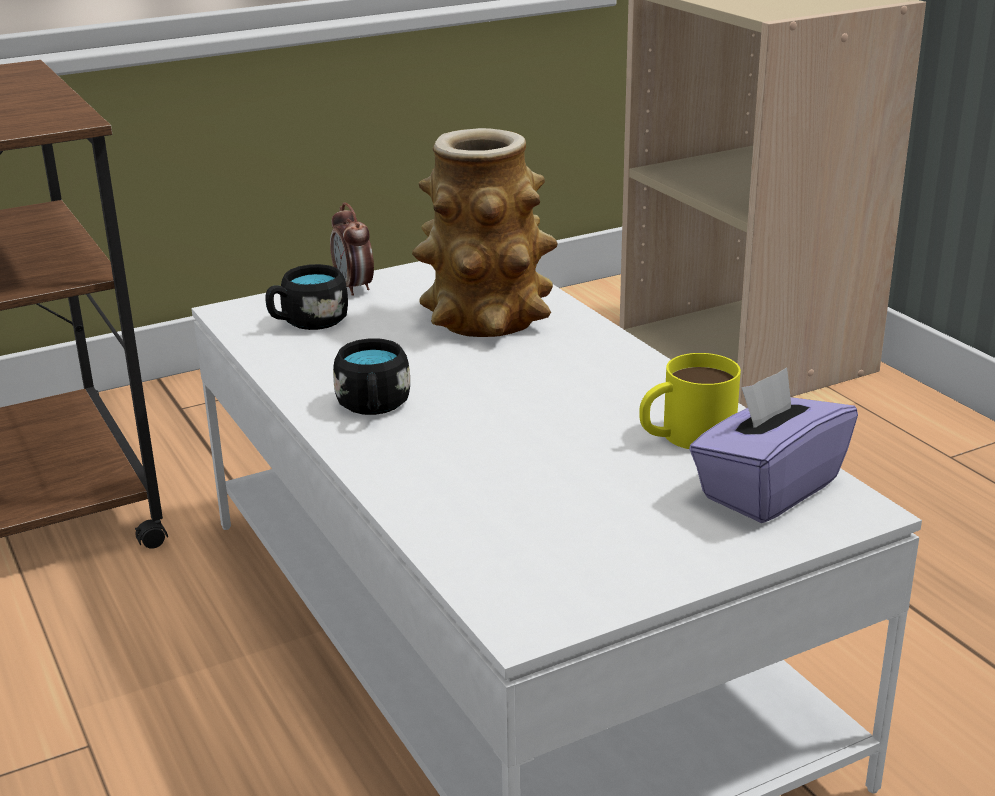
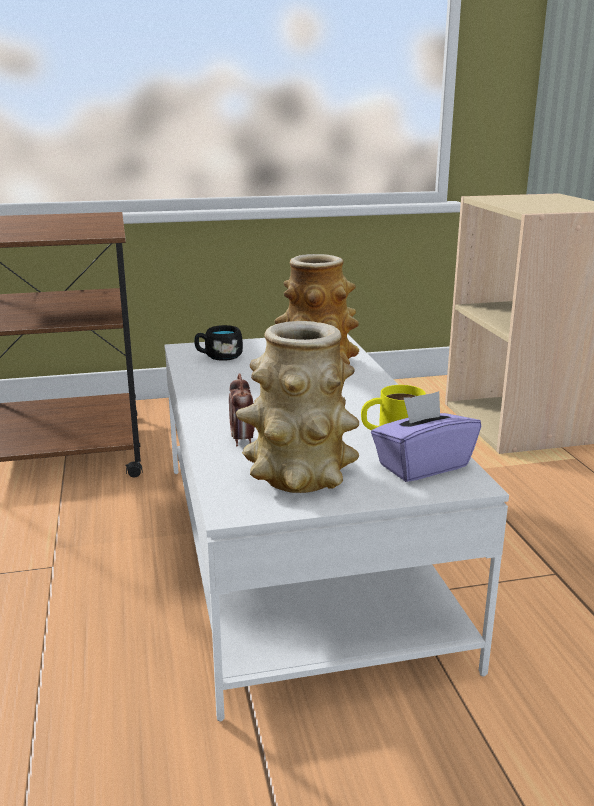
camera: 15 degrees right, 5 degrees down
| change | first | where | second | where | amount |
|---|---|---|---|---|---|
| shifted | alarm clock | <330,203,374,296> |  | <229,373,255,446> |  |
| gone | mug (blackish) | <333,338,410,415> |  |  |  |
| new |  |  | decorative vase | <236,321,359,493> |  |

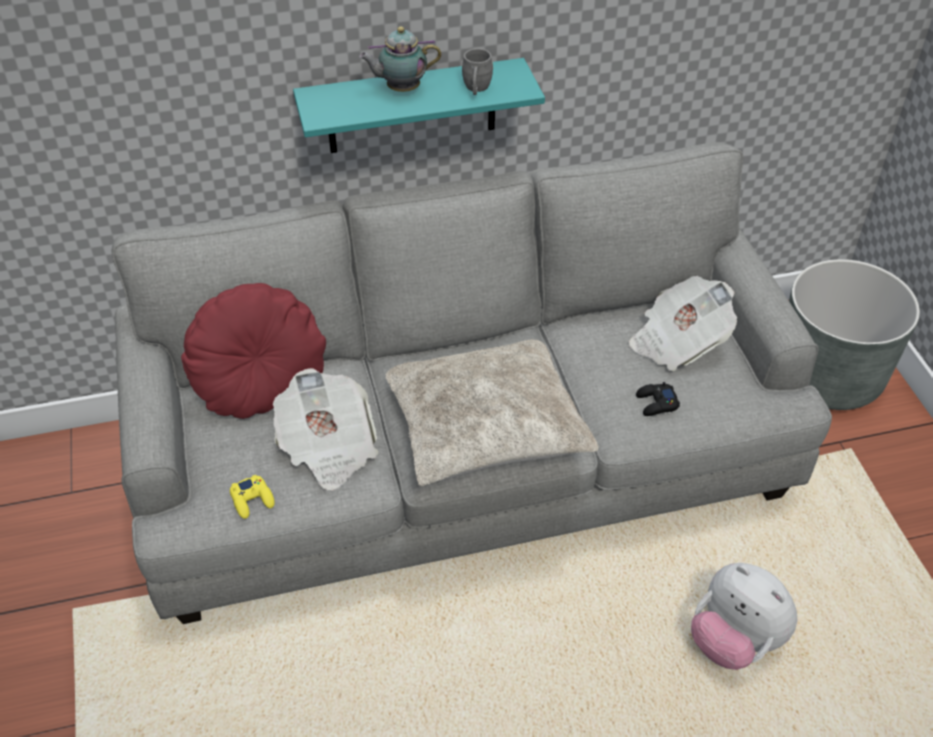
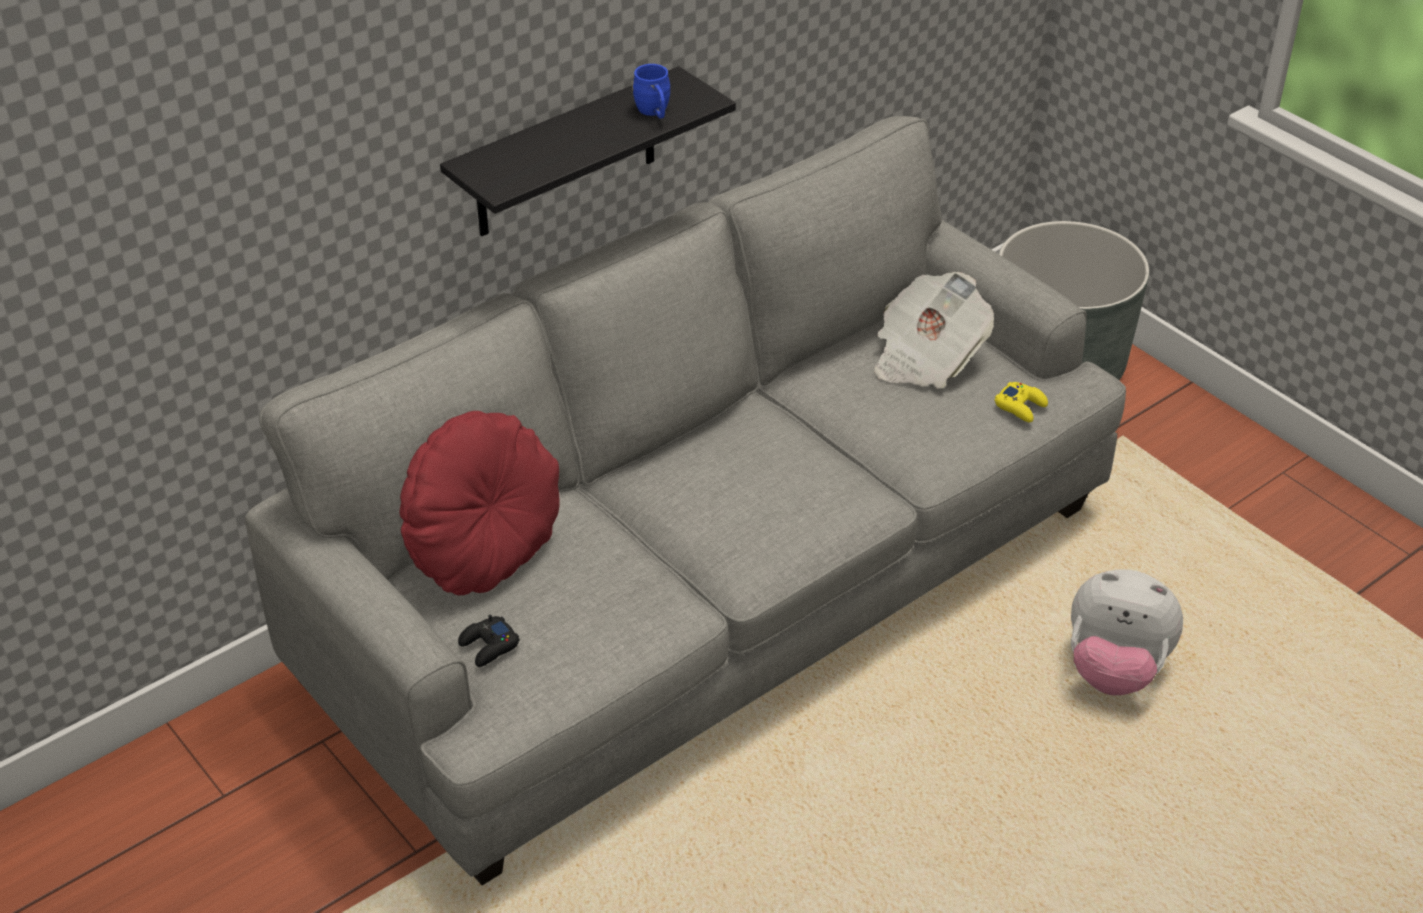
camera: 25 degrees left, 5 degrees down
| change | first | where | second | where | amount |
|---|---|---|---|---|---|
| shifted | joypad (yellow-coloured) | <230,475,275,519> |  | <994,382,1048,422> |  |
| gone | daily paper | <273,368,378,490> |  |  |  |
| repainted | wall shelf (turquoise) | <293,58,545,153> | wall shelf (blackish) | <440,66,736,236> |  |
| gone | tea pot | <359,26,441,92> |  |  |  |
| gone | cushion (beige) | <386,339,599,486> |  |  |  |
| repainted | mug (grey) | <462,48,493,95> | mug (blue-coloured) | <632,64,670,119> |  |
| shifted | joypad (blackish) | <636,382,680,416> |  | <458,615,520,667> |  |

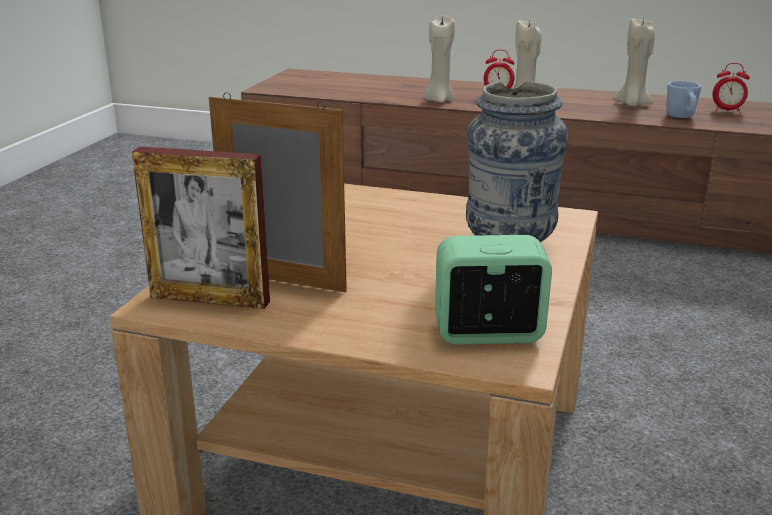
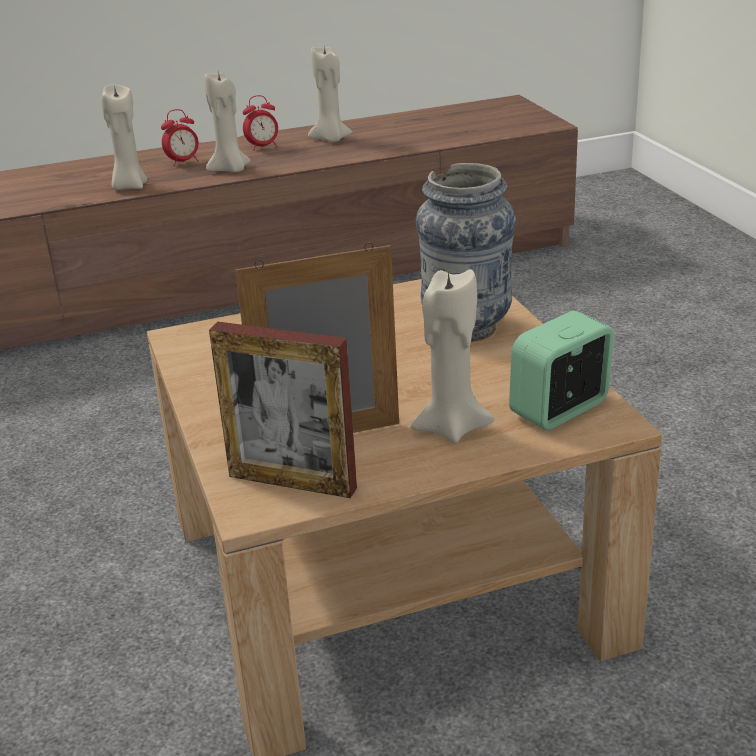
camera: 35 degrees left, 5 degrees up
| change | first | where | second | where | amount |
|---|---|---|---|---|---|
| rotated | standing frame | <132,147,270,309> |  | <209,322,357,498> | 45 degrees clockwise |
| gone | mug (blue-coloured) | <667,81,701,118> |  |  |  |
| shifted | alarm clock | <712,63,750,113> |  | <243,95,278,151> |  |
| new |  |  | wax candle (beige) | <411,269,494,443> |  |

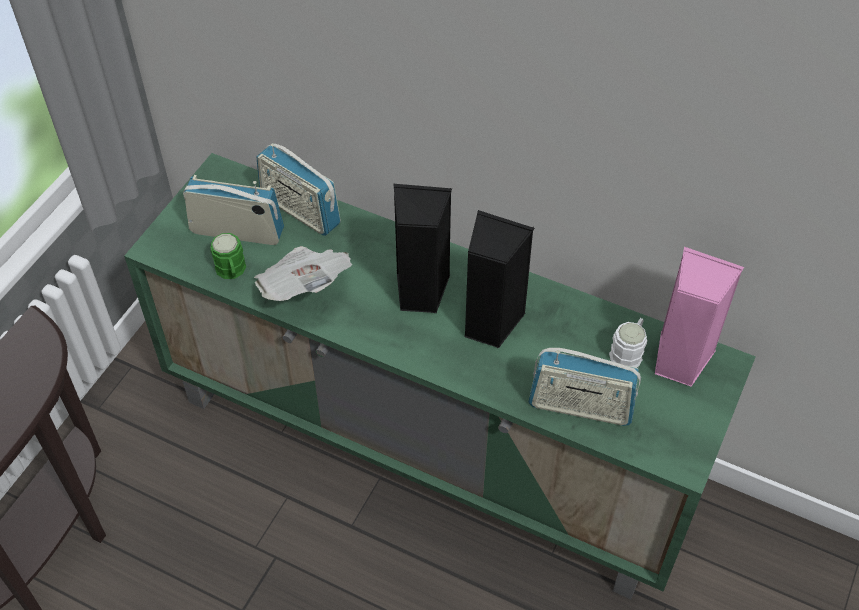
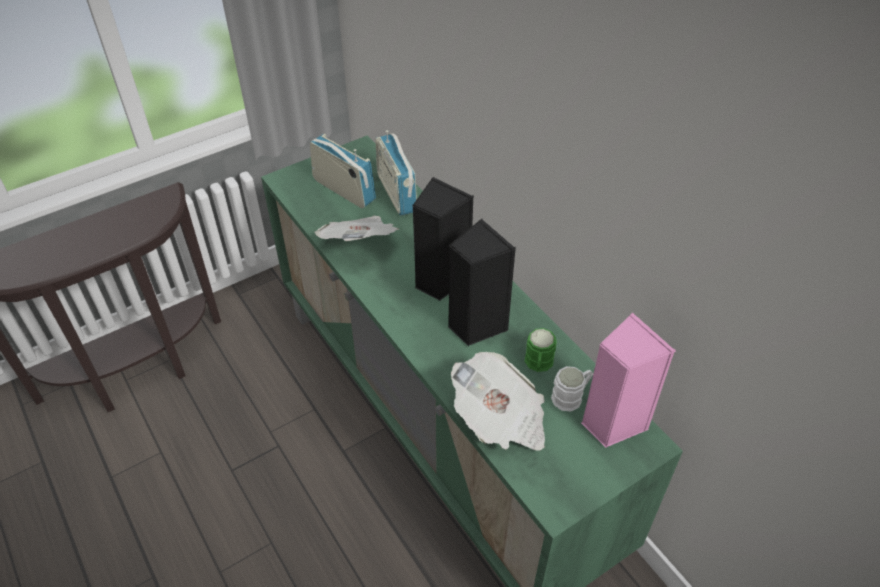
camera: 30 degrees right, 5 degrees down
| change | first | where | second | where | amount |
|---|---|---|---|---|---|
| shifted | mug (green-coloured) | <210,233,246,279> |  | <524,328,557,372> |  |
| swapped | radio set | <528,348,641,426> | daily paper | <451,352,545,451> |  |

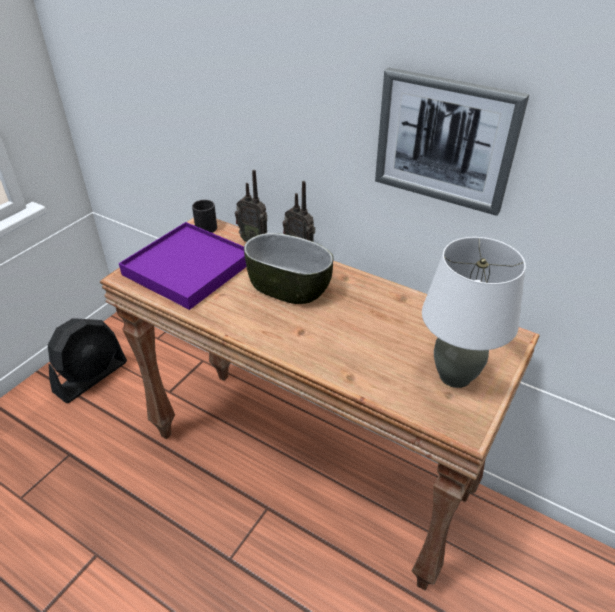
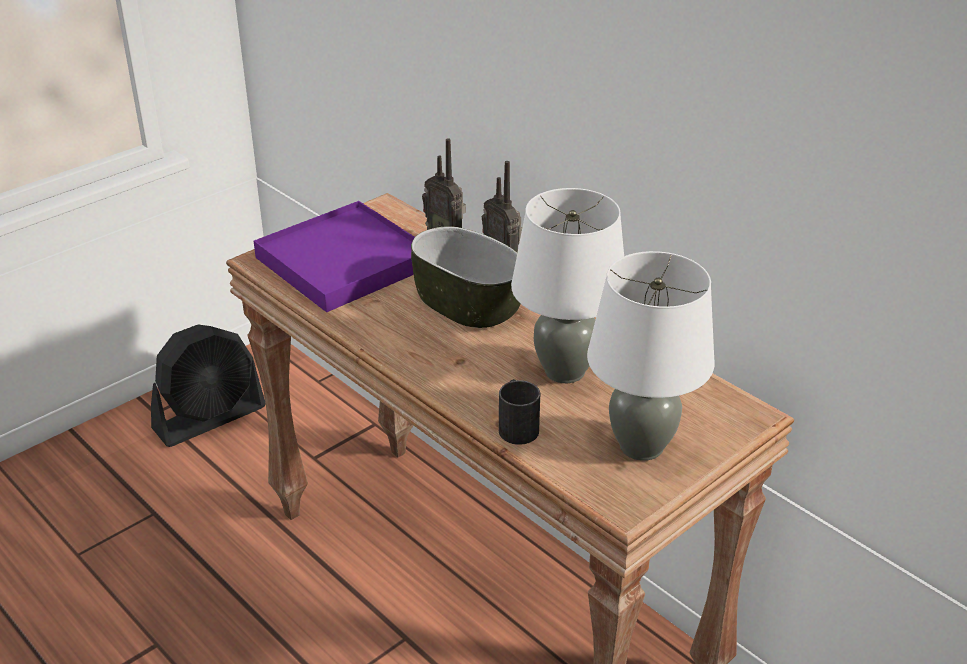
camera: 15 degrees right, 5 degrees down
| change | first | where | second | where | amount |
|---|---|---|---|---|---|
| shifted | mug (blackish) | <192,200,217,233> |  | <499,379,540,445> |  |
| gone | wall picture | <375,67,529,216> |  |  |  |
| new |  |  | lamp for a table (whitish) | <511,188,624,383> |  |

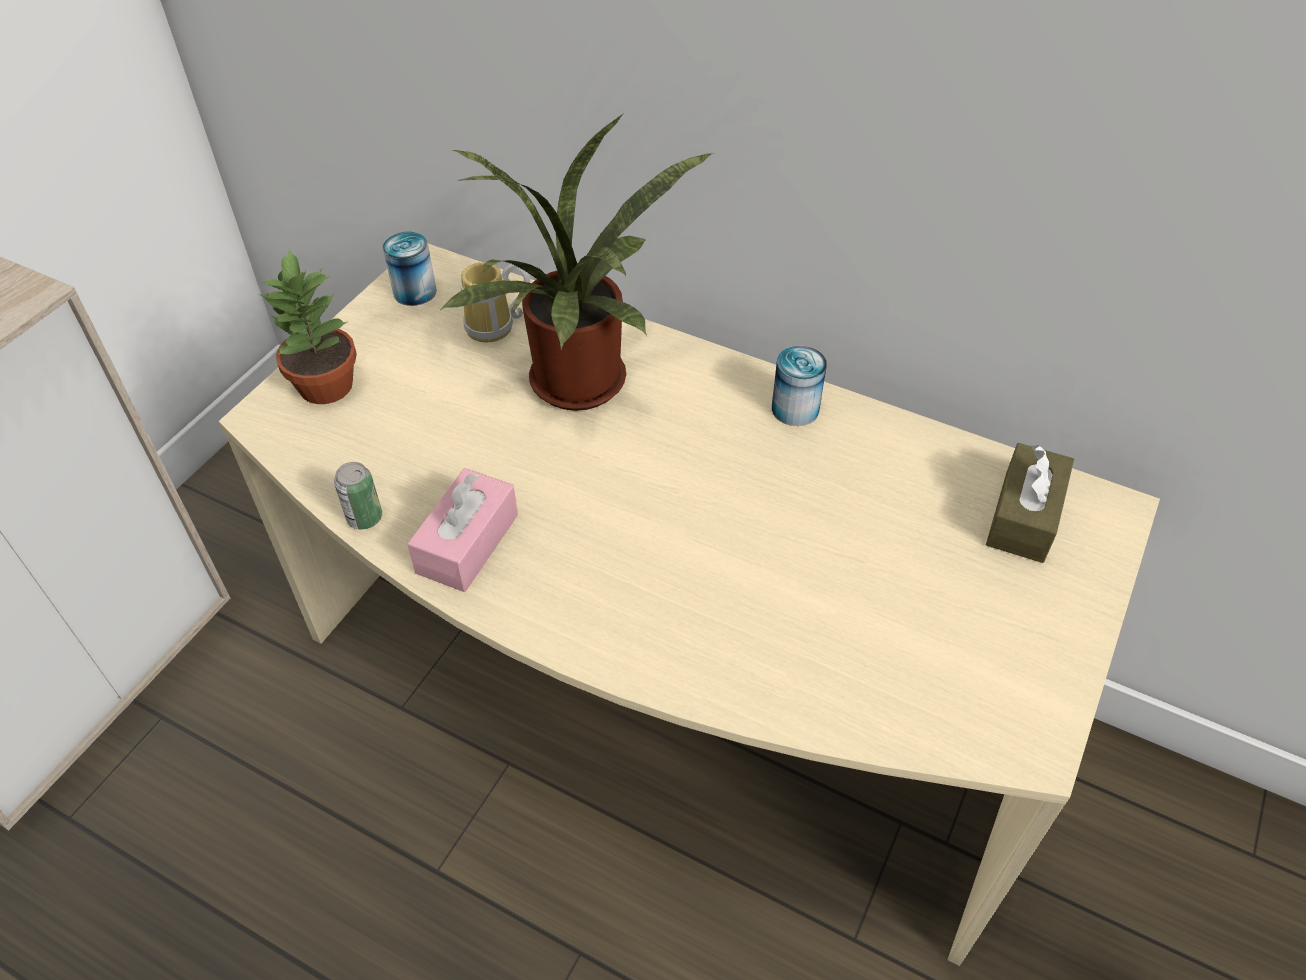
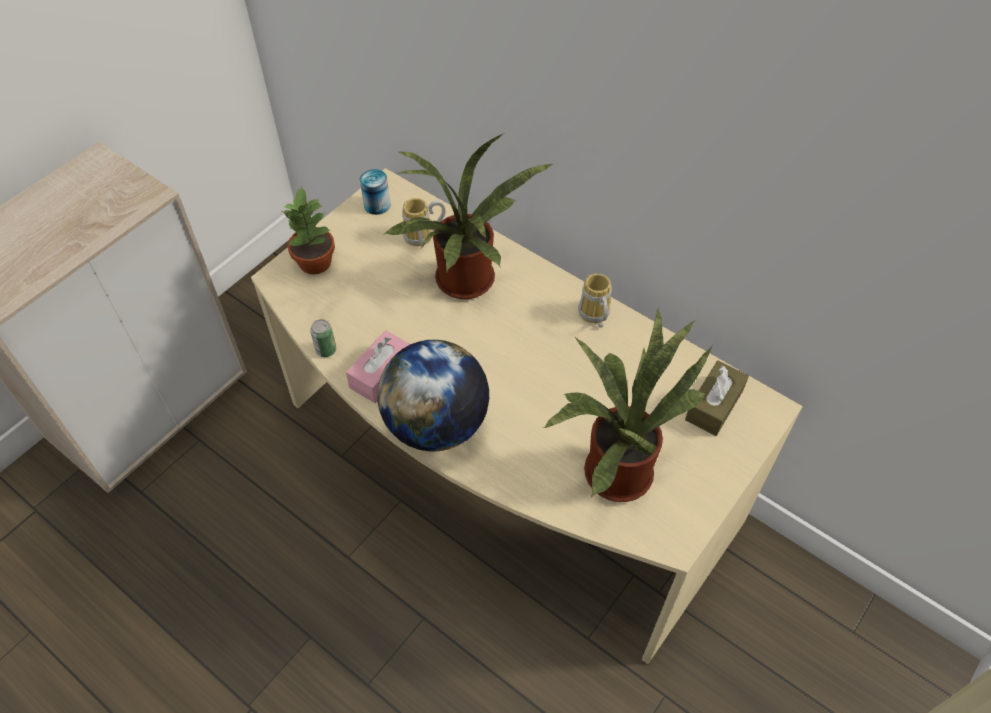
camera: 10 degrees right, 5 degrees up
| change | first | where | second | where | amount |
|---|---|---|---|---|---|
| swapped | sealed can | <772,346,827,426> | mug | <578,273,612,328> |  |
| new |  |  | globe | <377,340,489,452> |  |
| new |  |  | houseplant | <543,307,712,502> |  |

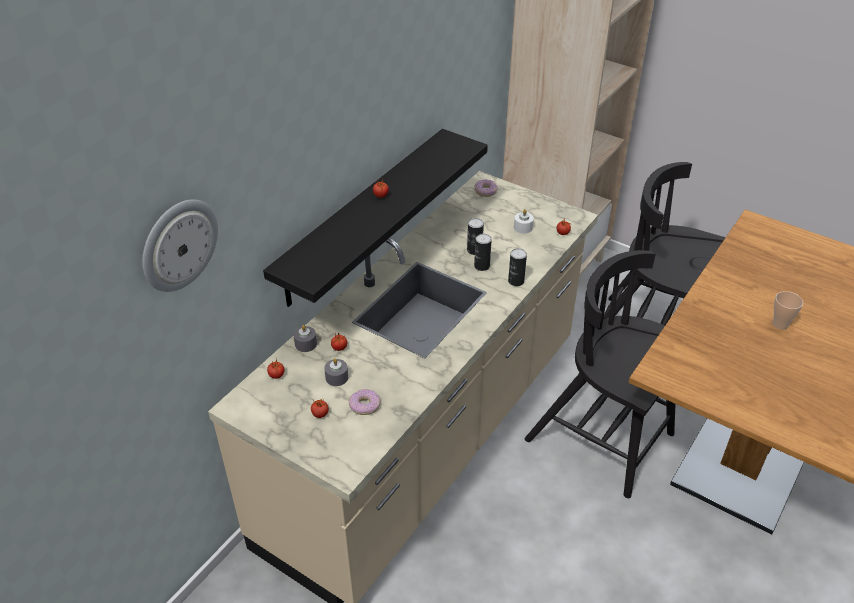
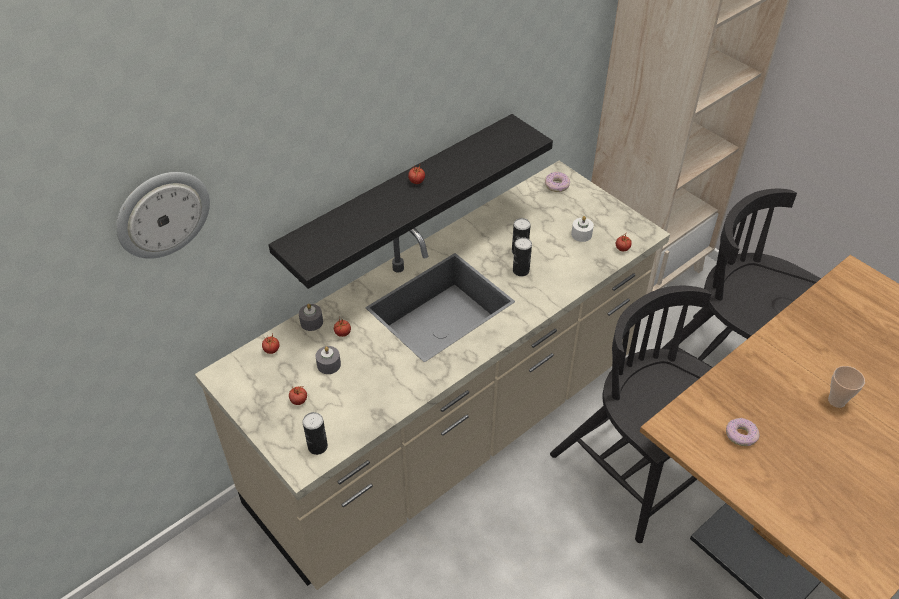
camera: 15 degrees right, 5 degrees up
| change | first | where | second | where | amount |
|---|---|---|---|---|---|
| shifted | donut | <349,389,381,415> |  | <726,418,760,446> |  |
| shifted | sealed can | <508,248,527,286> |  | <303,412,328,455> |  |

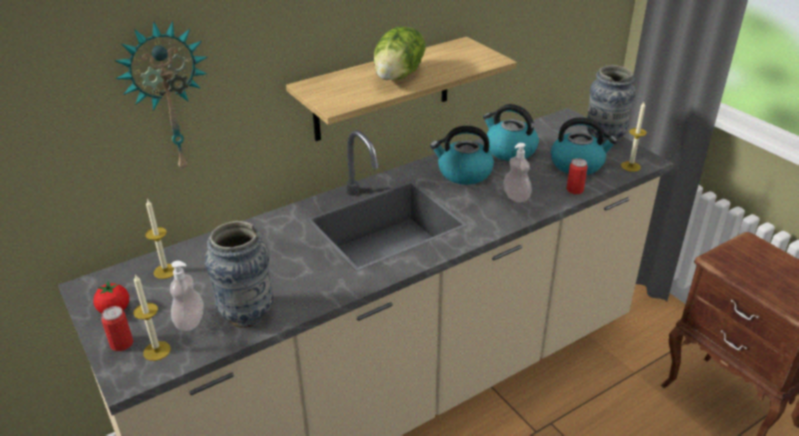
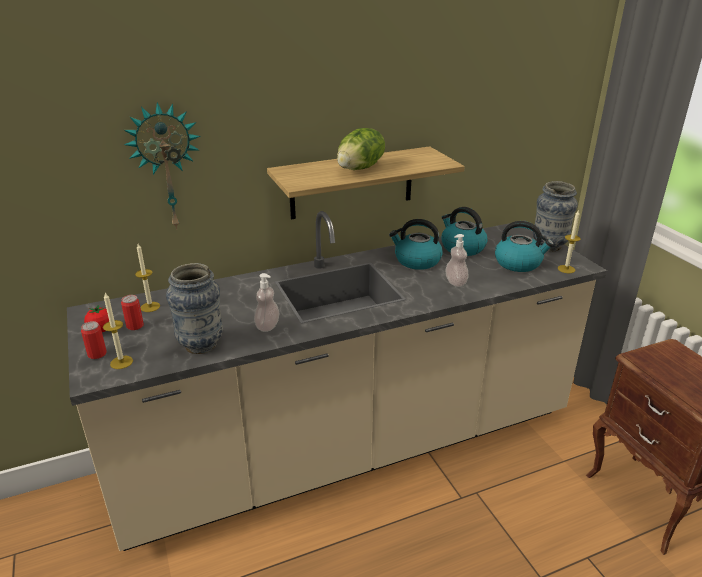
camera: 10 degrees right, 5 degrees down
| change | first | where | second | where | amount |
|---|---|---|---|---|---|
| shifted | soap bottle | <170,261,204,331> |  | <254,273,280,332> |  |
| shifted | sealed can | <566,158,587,195> |  | <121,295,144,330> |  |

